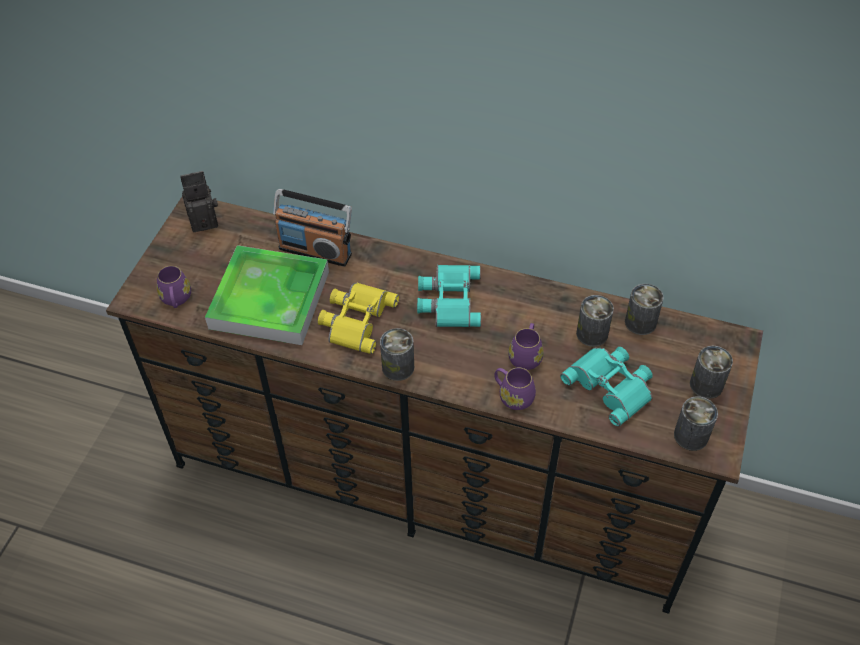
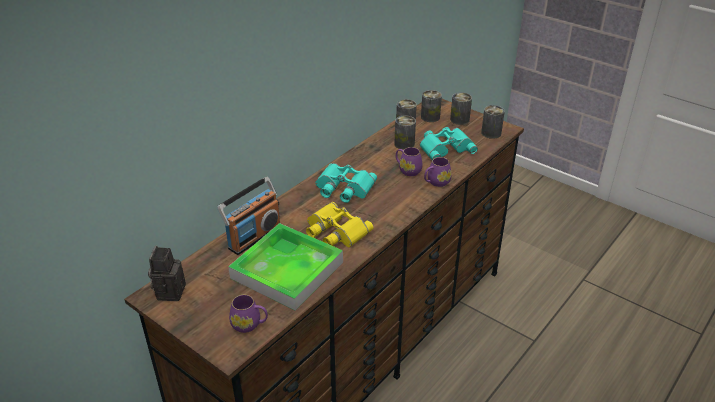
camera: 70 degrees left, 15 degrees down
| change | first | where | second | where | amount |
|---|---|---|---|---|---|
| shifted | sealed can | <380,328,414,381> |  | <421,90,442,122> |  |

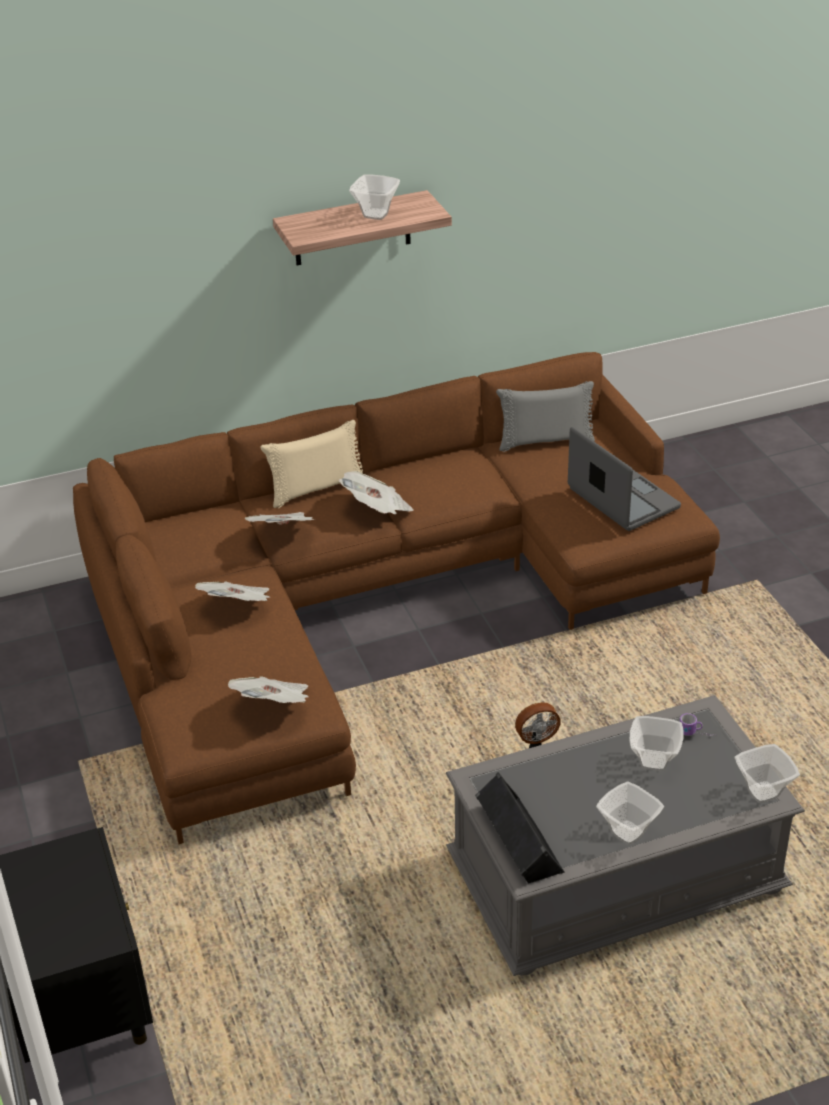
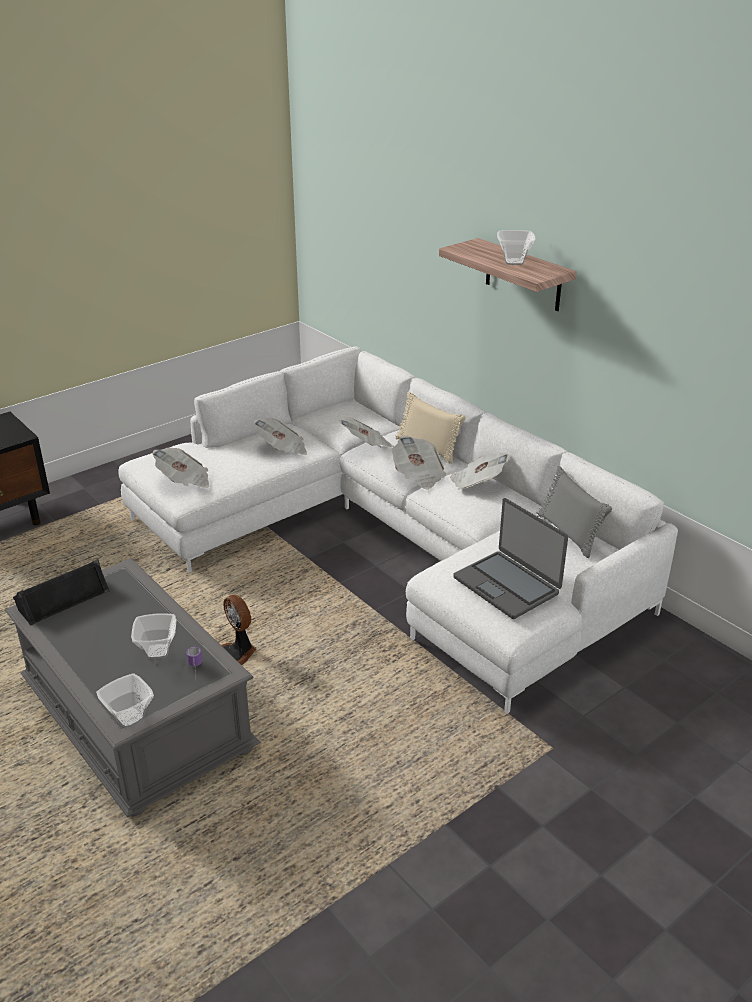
camera: 70 degrees right, 5 degrees down
| change | first | where | second | where | amount |
|---|---|---|---|---|---|
| repainted | sofa (brown-coloured) | <73,352,720,844> | sofa (whitish) | <118,346,678,714> |  |
| rotated | portable computer | <568,427,681,531> |  | <453,498,568,619> | 105 degrees clockwise |
| gone | deep dish | <596,781,664,845> |  |  |  |
| new |  |  | daily paper | <450,453,510,490> |  |

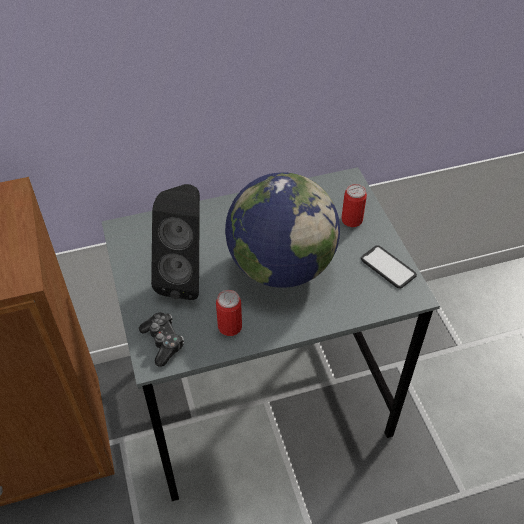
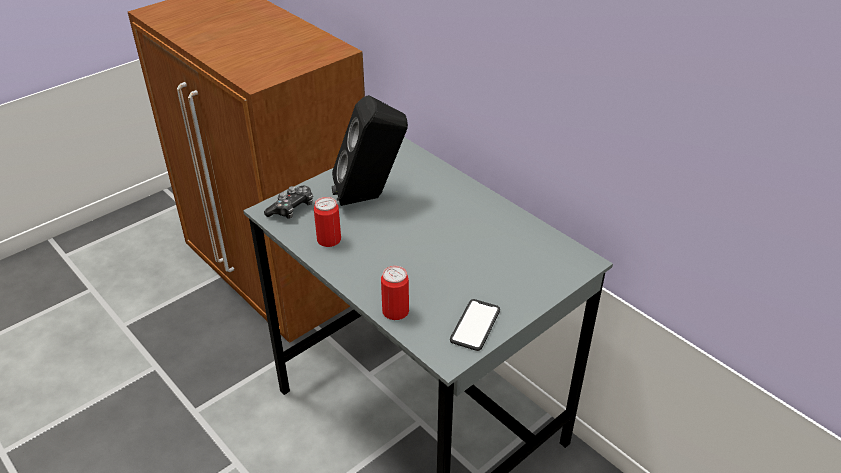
camera: 65 degrees right, 10 degrees down
| change | first | where | second | where | amount |
|---|---|---|---|---|---|
| gone | globe | <225,172,340,288> |  |  |  |
| shifted | sealed can | <341,184,367,227> |  | <381,266,409,320> |  |

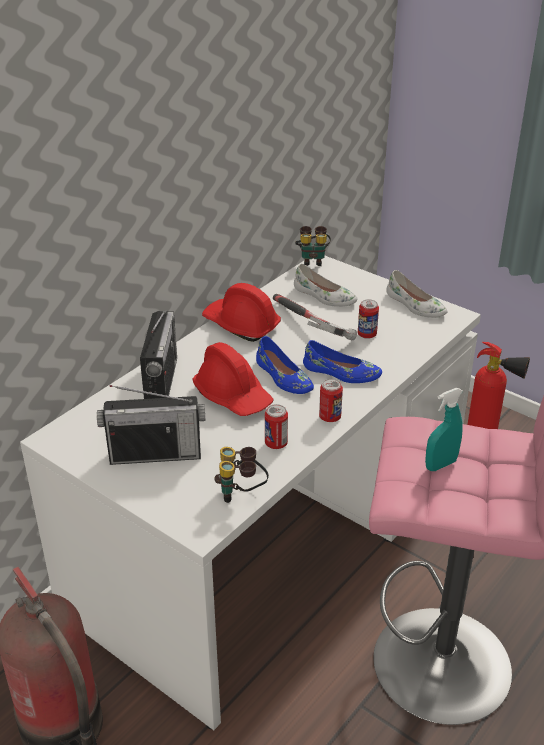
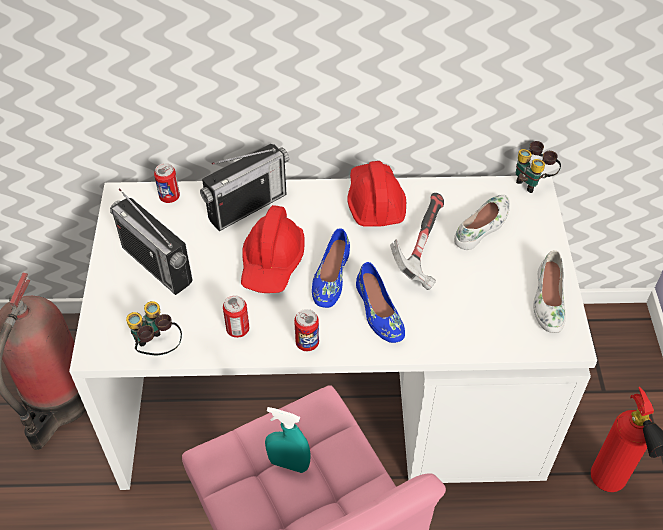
camera: 50 degrees right, 15 degrees up
| change | first | where | second | where | amount |
|---|---|---|---|---|---|
| rotated | low shoe (whitish) | <294,264,358,307> |  | <454,194,510,250> | 135 degrees counterclockwise |
| shifted | sealed can | <358,299,379,339> |  | <154,163,180,203> |  |

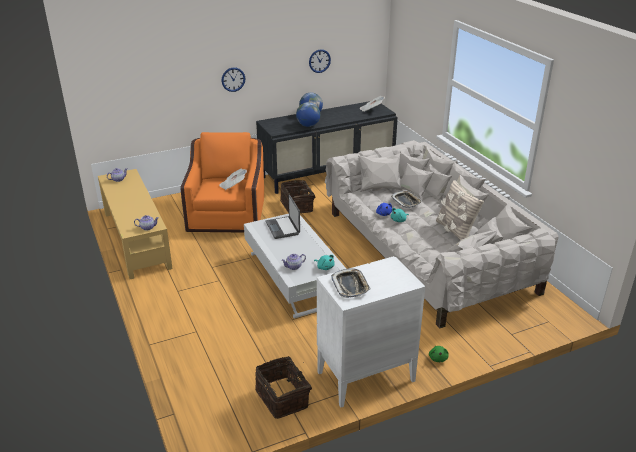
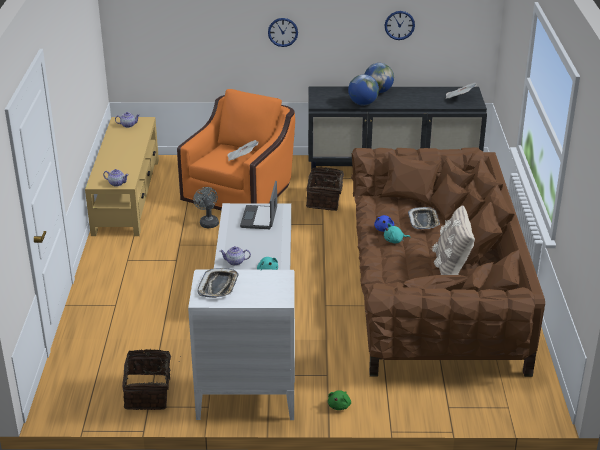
camera: 25 degrees right, 0 degrees up
| change | first | where | second | where | amount |
|---|---|---|---|---|---|
| repainted | sofa (whitish) | <325,140,559,328> | sofa (brown-coloured) | <351,147,545,377> |  |
| new |  |  | fan (grey) | <193,187,219,228> |  |

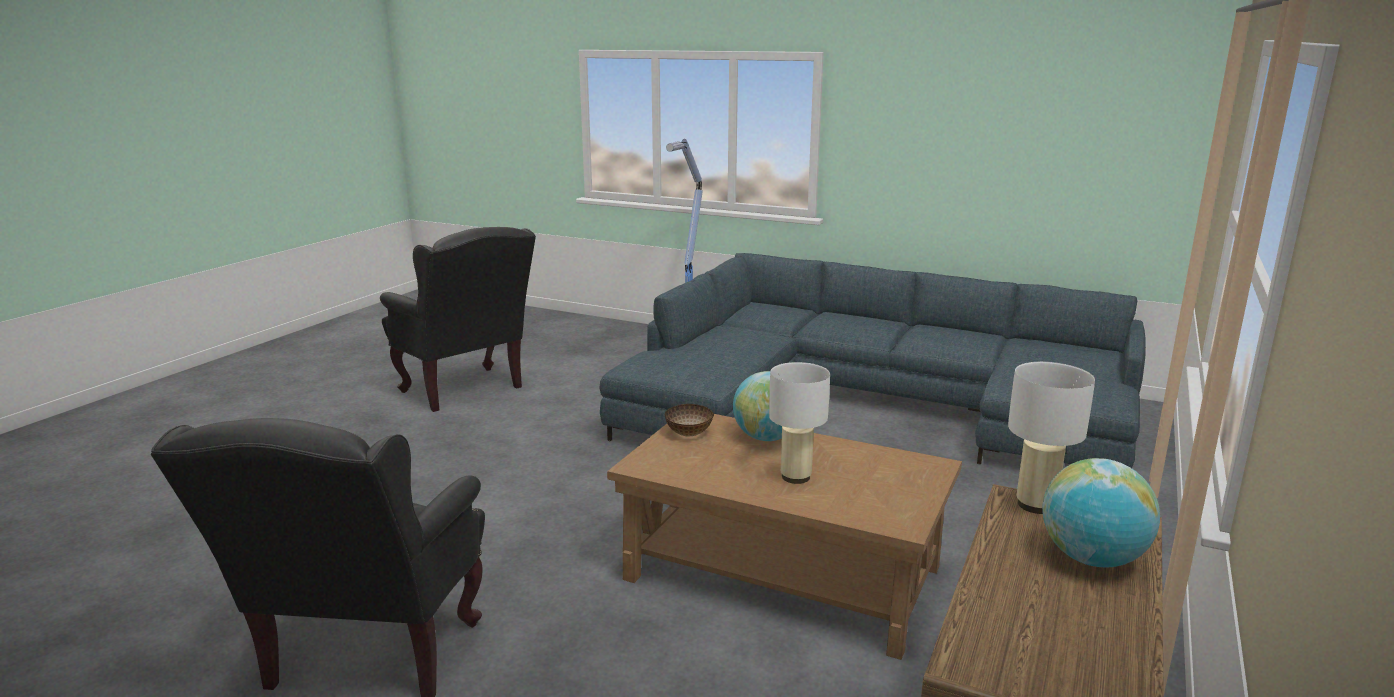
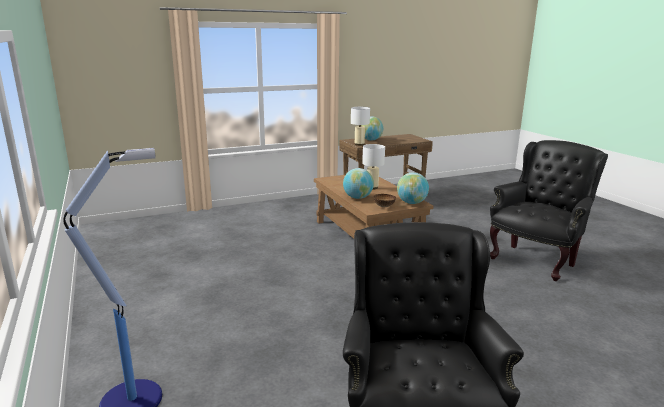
camera: 140 degrees left, 0 degrees up
| change | first | where | second | where | amount |
|---|---|---|---|---|---|
| gone | sofa (blue-coloured) | <599,253,1146,468> |  |  |  |
| new |  |  | globe | <397,172,429,204> |  |

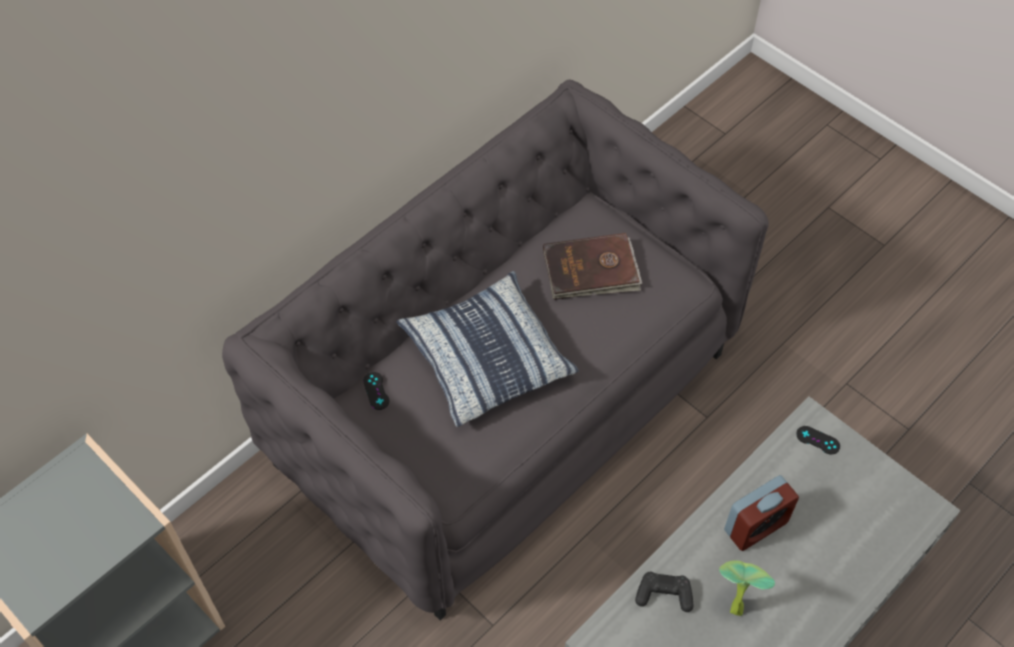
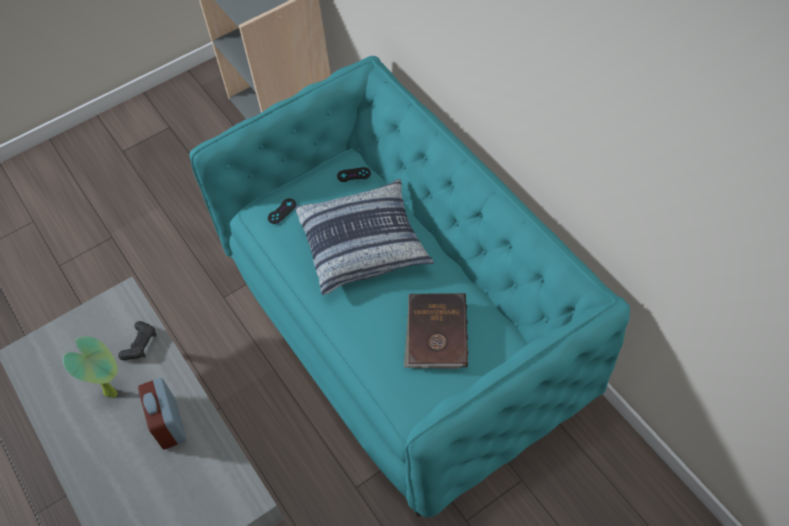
camera: 105 degrees right, 0 degrees up
| change | first | where | second | where | amount |
|---|---|---|---|---|---|
| repainted | sofa (grey) | <222,80,769,620> | sofa (turquoise) | <189,56,630,518> |  |
| shifted | joypad (blackish) | <796,426,840,454> |  | <268,199,297,224> |  |

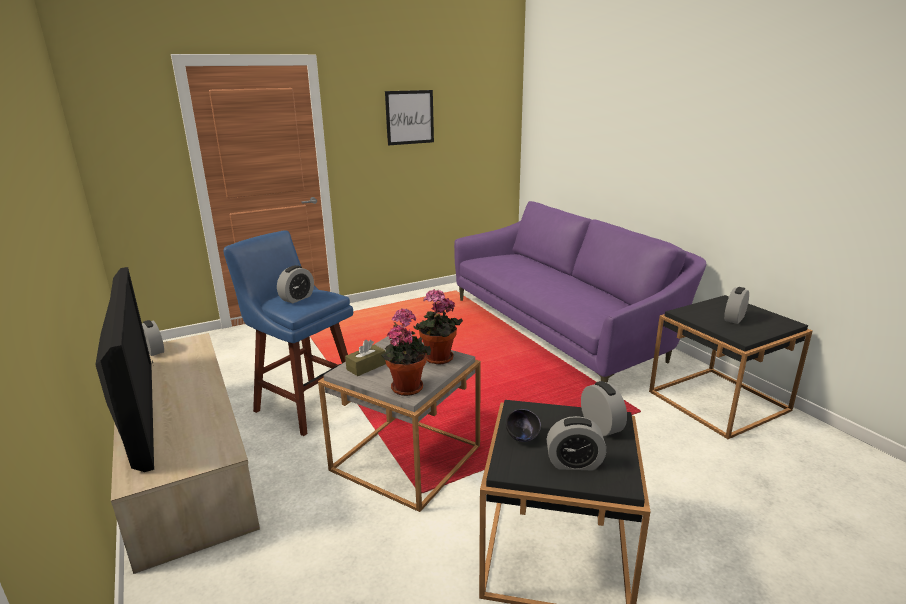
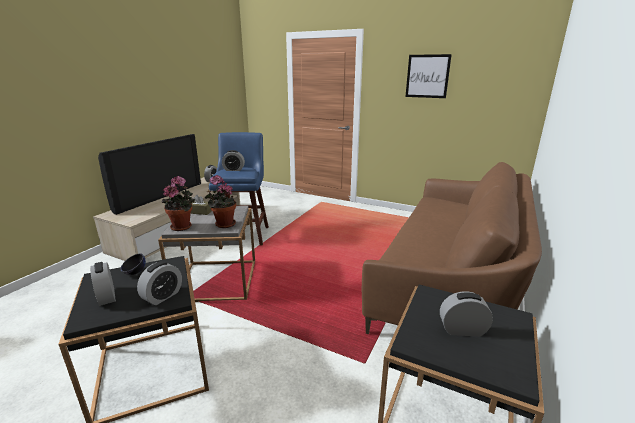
camera: 55 degrees right, 0 degrees up
| change | first | where | second | where | amount |
|---|---|---|---|---|---|
| repainted | sofa (purple) | <454,201,706,382> | sofa (brown-coloured) | <362,162,542,334> |  |

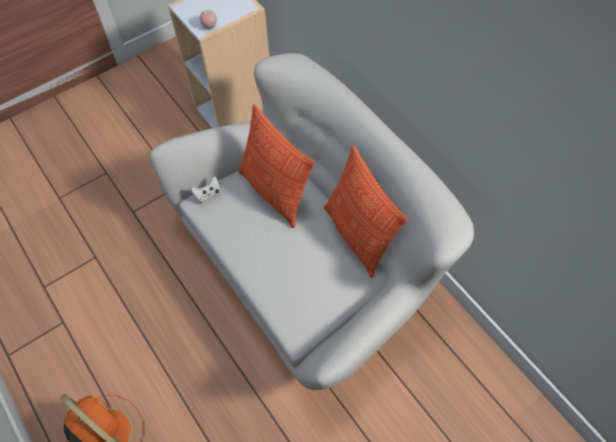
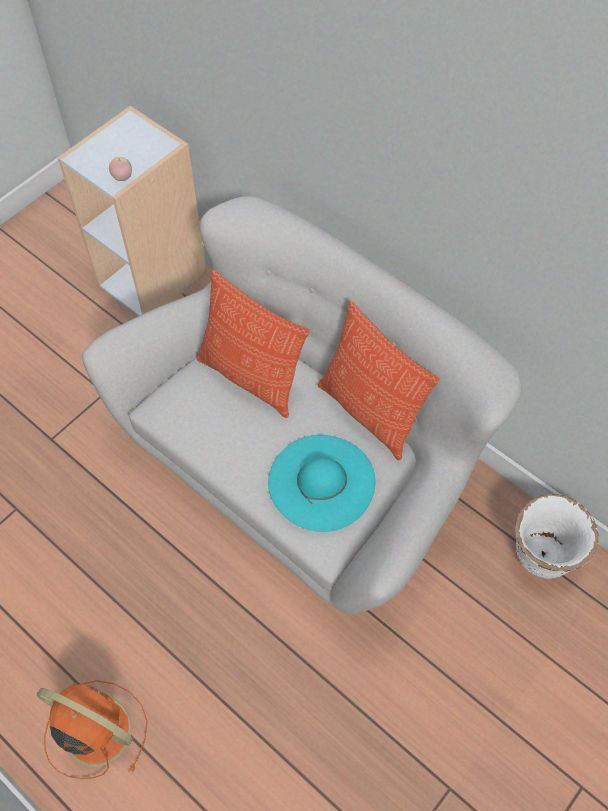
camera: 15 degrees left, 0 degrees up
| change | first | where | second | where | amount |
|---|---|---|---|---|---|
| gone | joypad (whitish) | <190,176,220,203> |  |  |  |
| new |  |  | wearable hat (turquoise) | <268,435,375,532> |  |
| new |  |  | planter (whitish) | <515,494,598,578> |  |

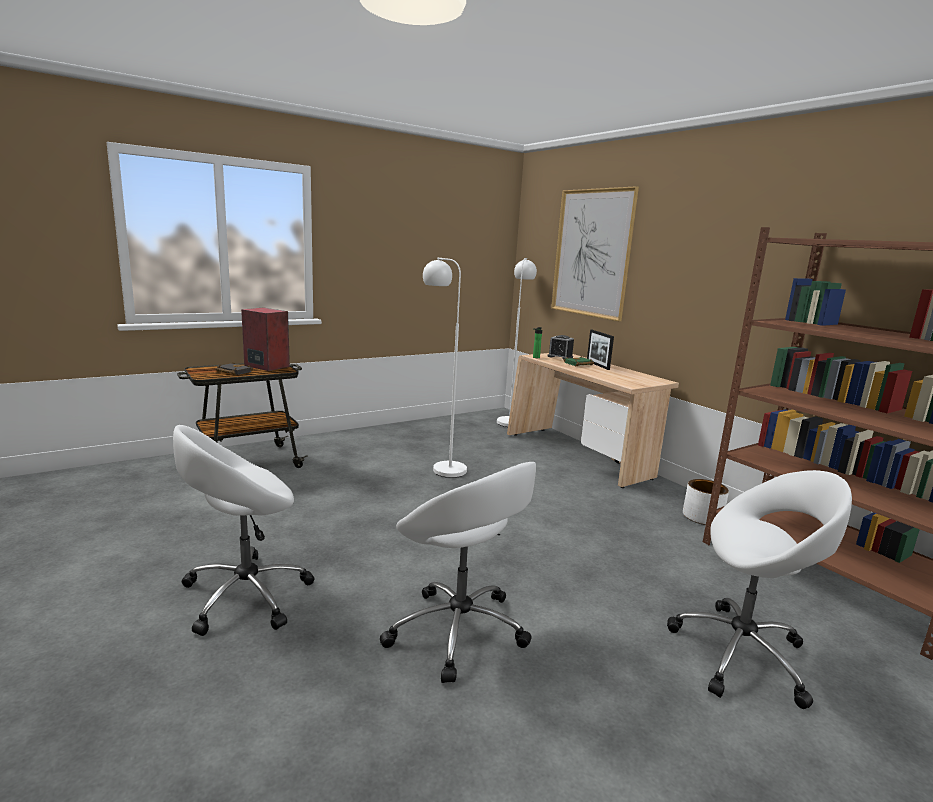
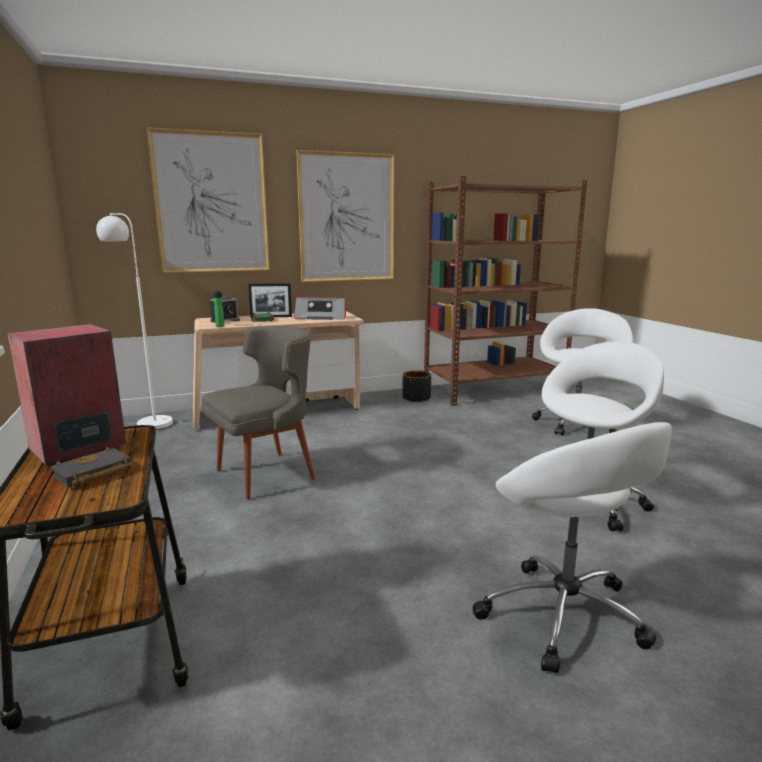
camera: 75 degrees left, 0 degrees up
| change | first | where | second | where | amount |
|---|---|---|---|---|---|
| swapped | floor lamp (whitish) | <423,258,467,478> | upright chair (grey) | <201,326,315,499> |  |
| repainted | planter (whitish) | <683,479,729,525> | planter (blackish) | <402,370,431,402> |  |
| new |  |  | radio set | <294,297,346,320> |  |
| new |  |  | wall picture | <296,150,395,282> |  |

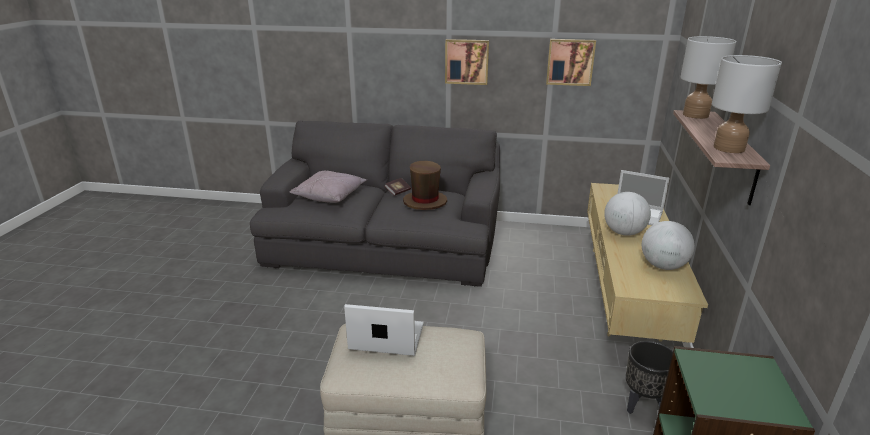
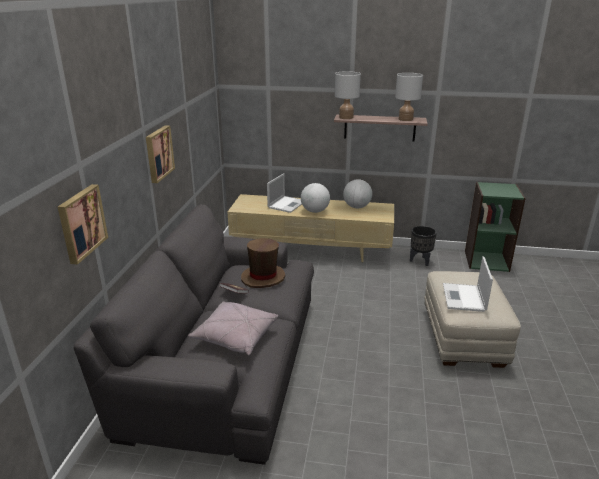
camera: 90 degrees left, 0 degrees up
| change | first | where | second | where | amount |
|---|---|---|---|---|---|
| shifted | wall picture | <546,39,596,86> |  | <58,184,108,265> |  |

